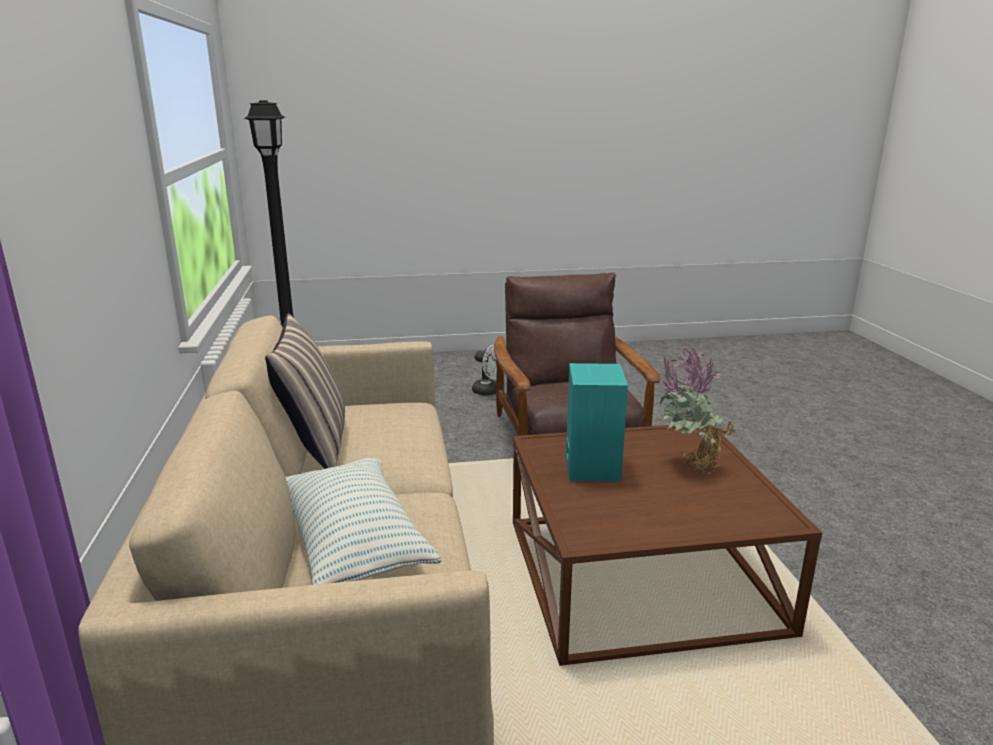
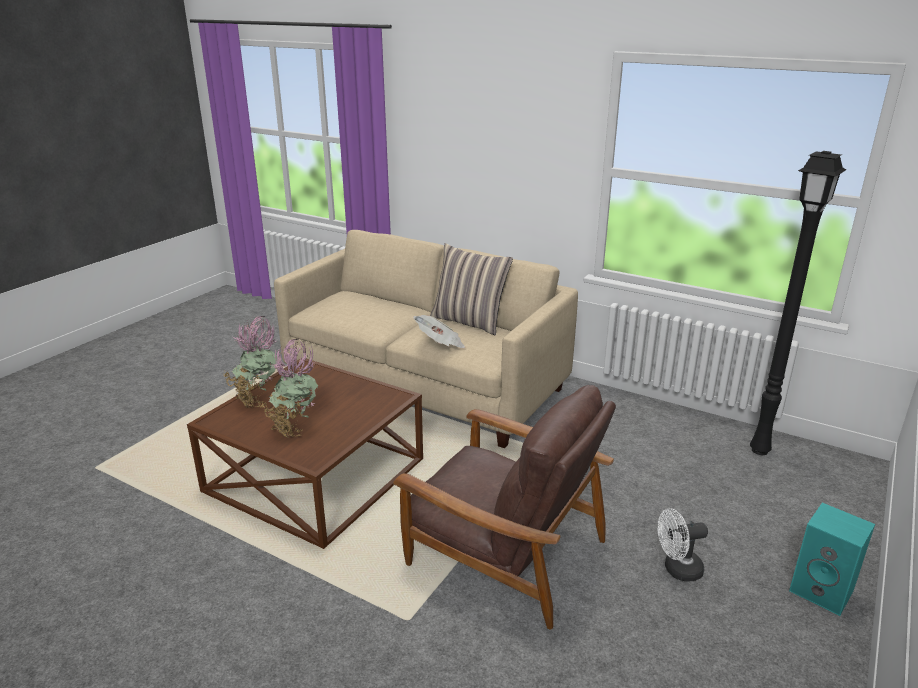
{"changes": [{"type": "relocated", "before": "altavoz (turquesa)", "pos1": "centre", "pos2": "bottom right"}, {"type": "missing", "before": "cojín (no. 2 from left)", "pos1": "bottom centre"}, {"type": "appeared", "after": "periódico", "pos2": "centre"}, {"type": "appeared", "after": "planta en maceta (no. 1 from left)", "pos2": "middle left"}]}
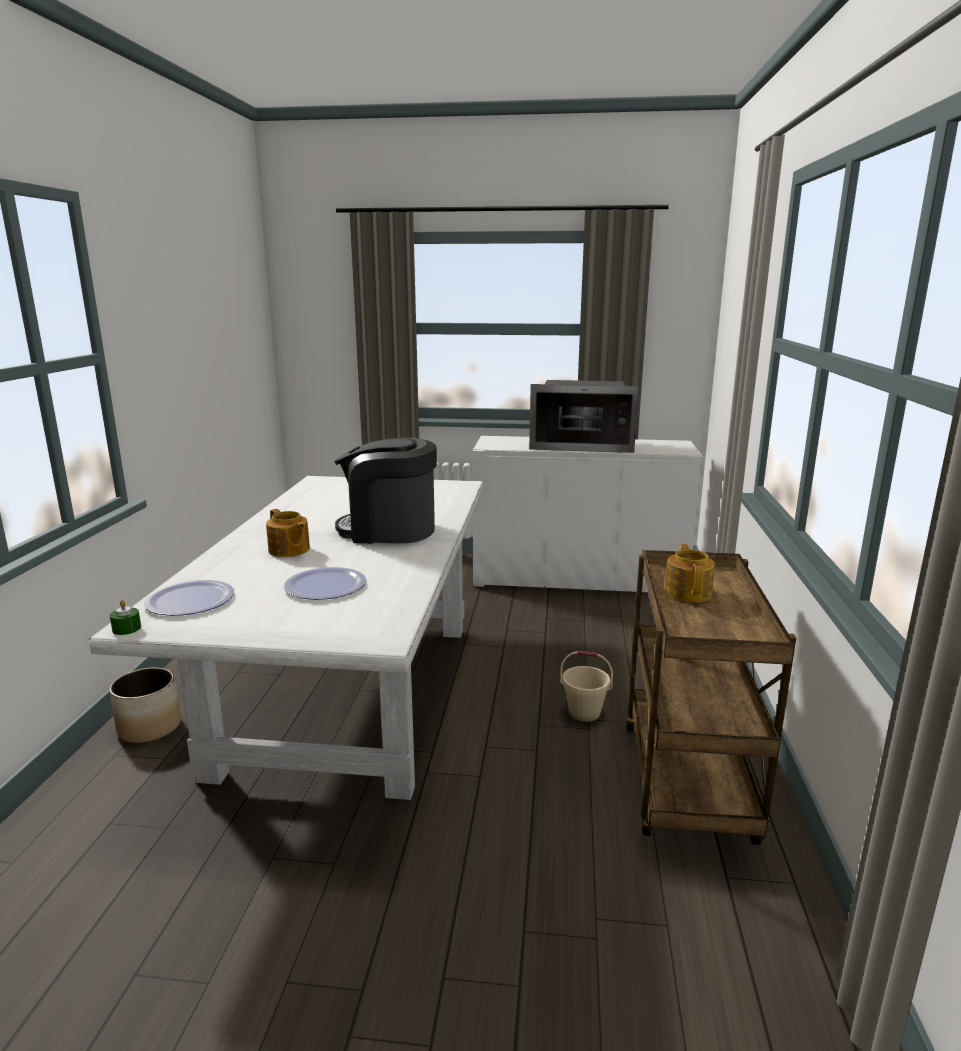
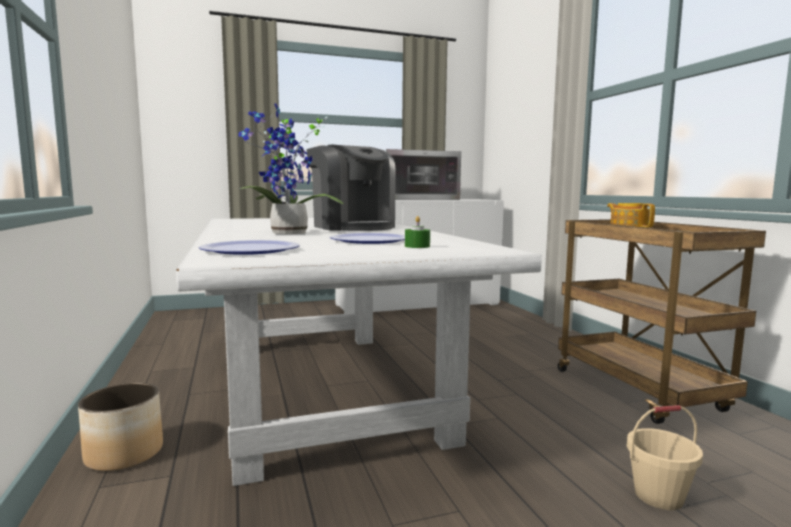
{"changes": [{"type": "spun", "before": "cafetera", "pos1": "centre", "pos2": "centre", "turn": -105}, {"type": "exchanged", "before": "tetera (no. 1 from left)", "after": "planta en maceta", "pos1": "middle left", "pos2": "top centre"}, {"type": "relocated", "before": "vela (verde)", "pos1": "middle left", "pos2": "centre"}, {"type": "relocated", "before": "cubo (beis)", "pos1": "centre", "pos2": "bottom right"}]}
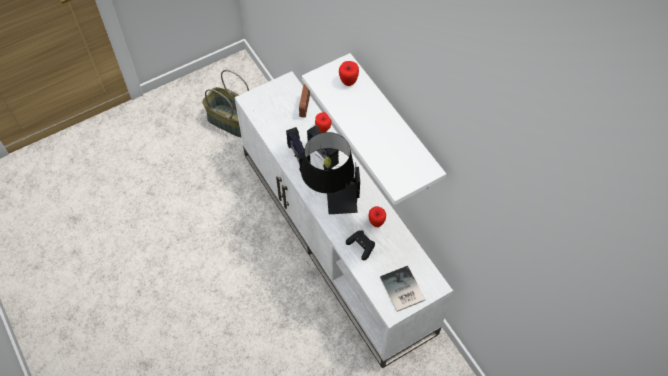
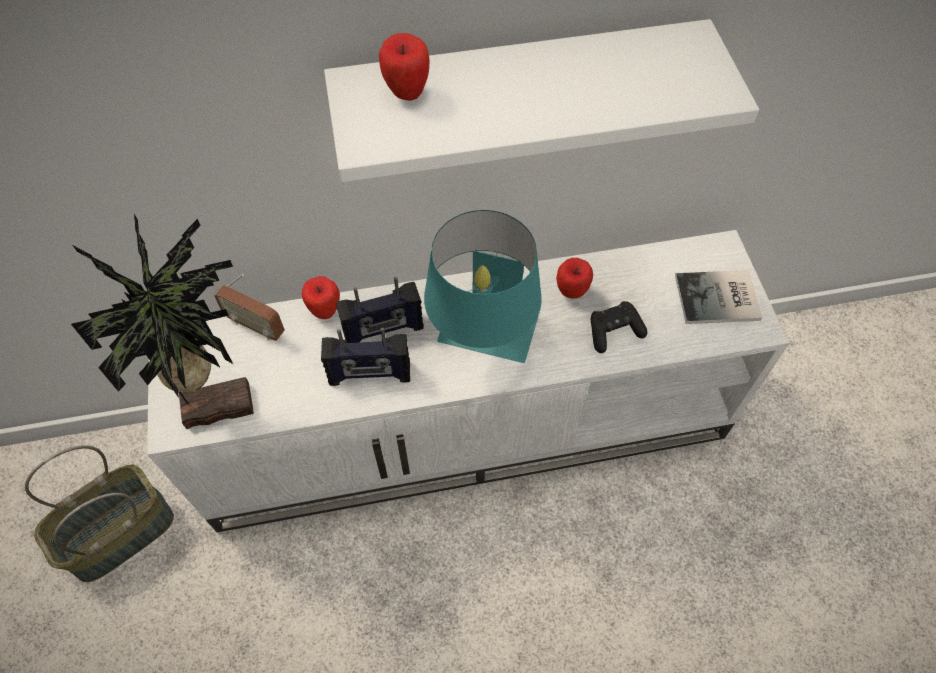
{"changes": [{"type": "colour", "before": "lámpara de mesa (negro)", "after": "lámpara de mesa (turquesa)", "pos1": "centre", "pos2": "centre"}, {"type": "appeared", "after": "planta en maceta", "pos2": "middle left"}]}
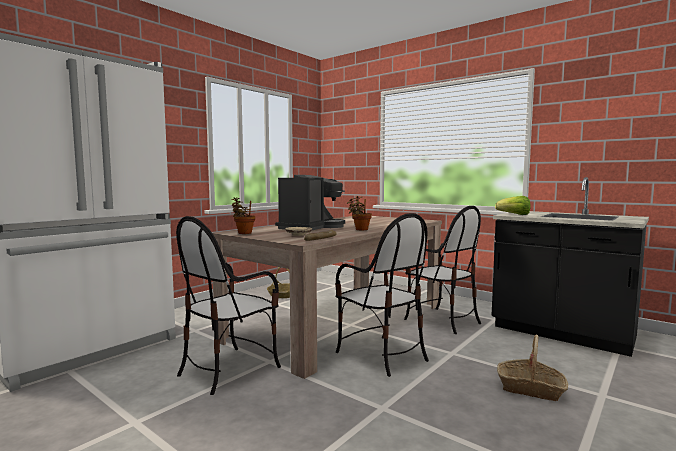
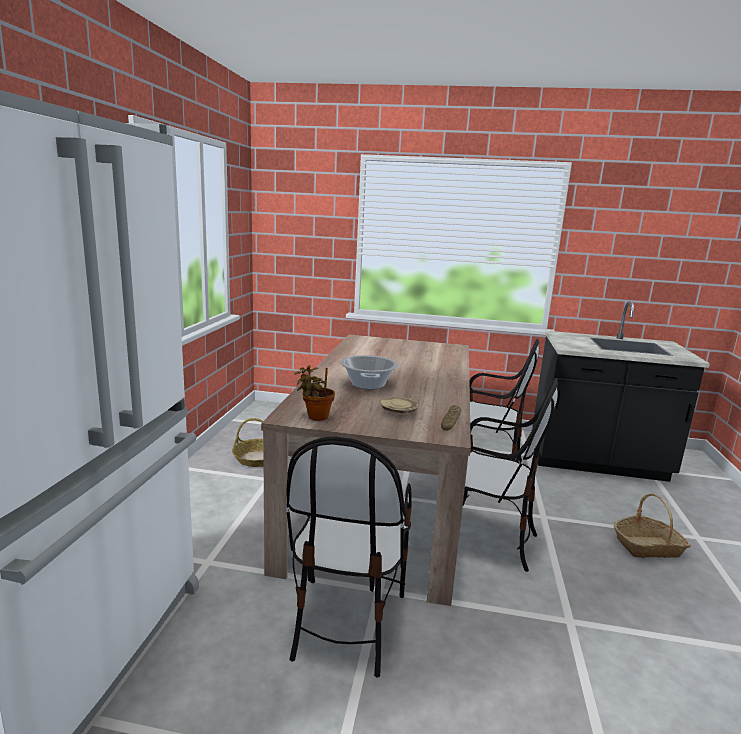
{"changes": [{"type": "exchanged", "before": "cafetera", "after": "olla", "pos1": "centre", "pos2": "centre"}, {"type": "missing", "before": "planta en maceta (no. 2 from left)", "pos1": "centre"}, {"type": "missing", "before": "lechuga", "pos1": "middle right"}]}
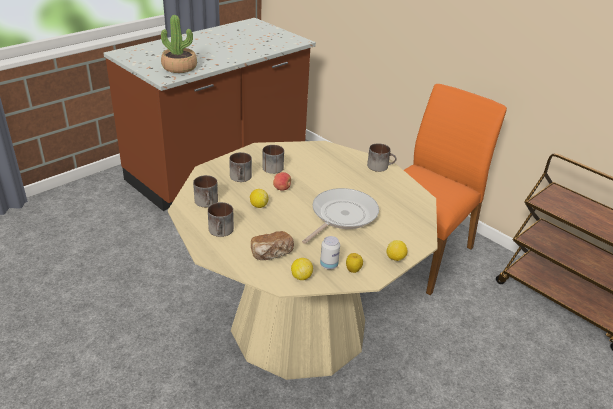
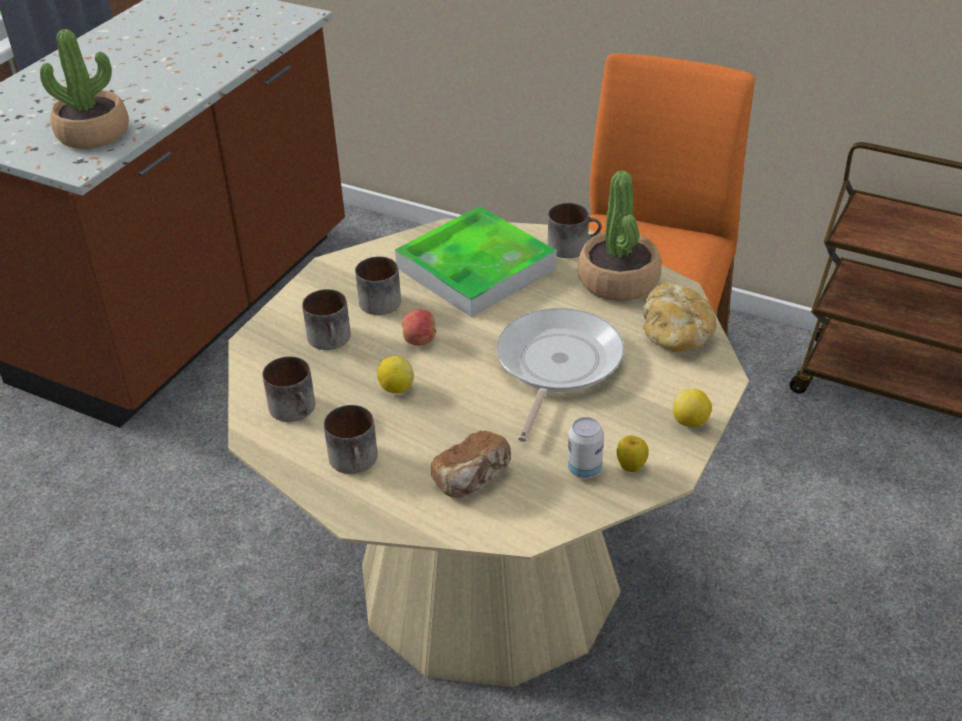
{"changes": [{"type": "missing", "before": "limón (no. 2 from left)", "pos1": "centre"}, {"type": "appeared", "after": "planta en maceta (no. 2 from left)", "pos2": "top centre"}, {"type": "appeared", "after": "bandeja", "pos2": "centre"}, {"type": "appeared", "after": "pan (no. 2 from left)", "pos2": "middle right"}]}
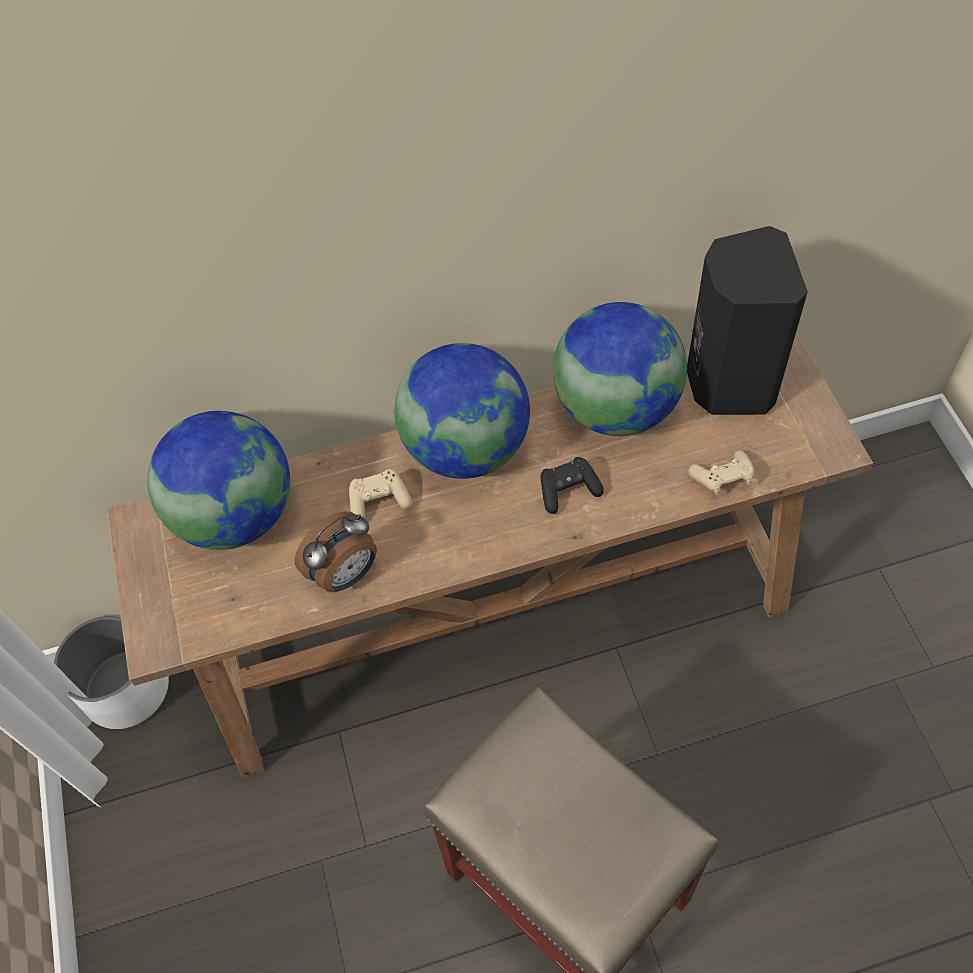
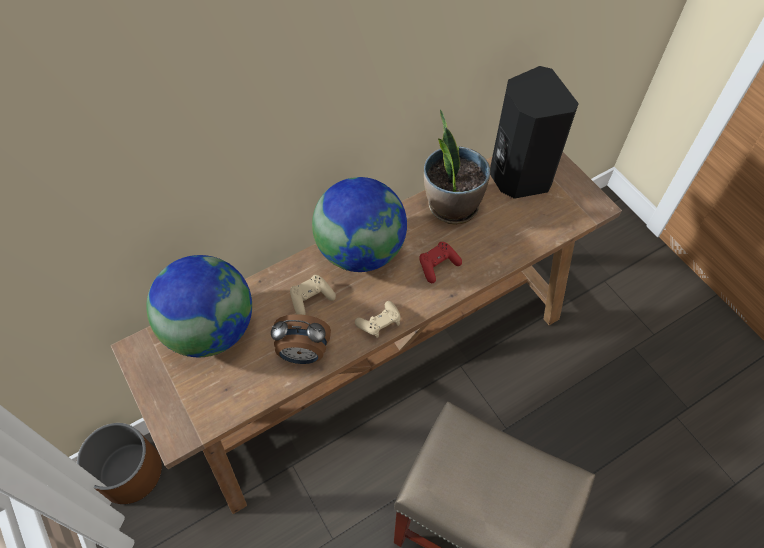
{"changes": [{"type": "exchanged", "before": "globo terráqueo (no. 3 from left)", "after": "planta en maceta", "pos1": "centre", "pos2": "top centre"}, {"type": "relocated", "before": "mando de consola (beis) (no. 2 from left)", "pos1": "middle right", "pos2": "centre"}, {"type": "colour", "before": "mando de consola (negro)", "after": "mando de consola (rojo)", "pos1": "centre", "pos2": "centre"}, {"type": "spun", "before": "despertador", "pos1": "centre", "pos2": "centre", "turn": 60}, {"type": "colour", "before": "maceta (blanco)", "after": "maceta (marrón)", "pos1": "bottom left", "pos2": "bottom left"}]}
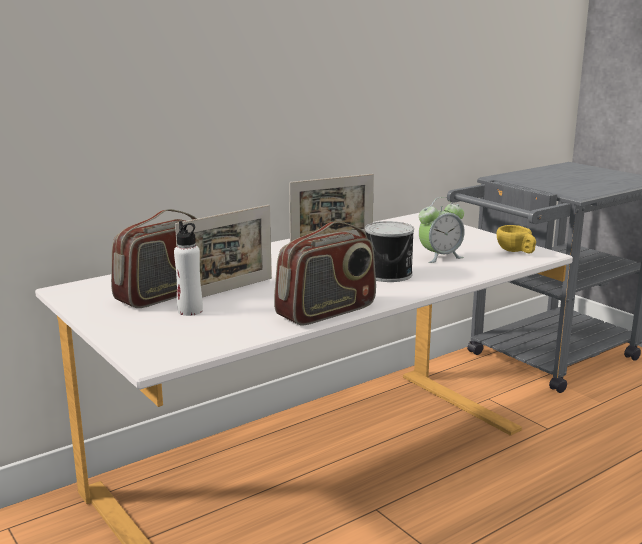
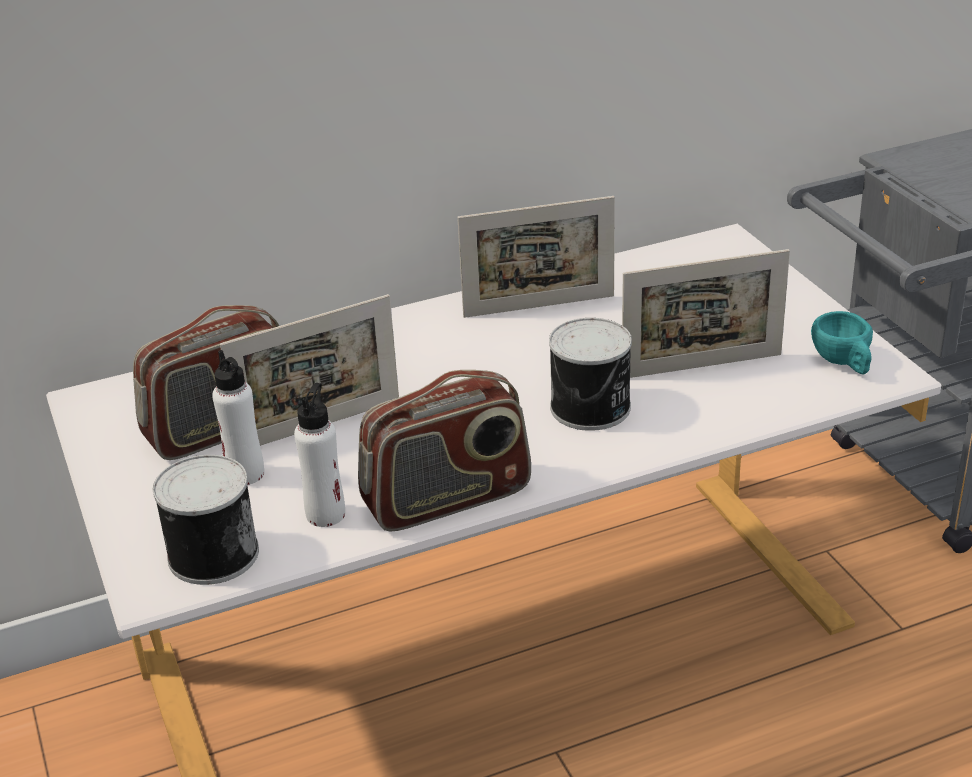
{"changes": [{"type": "exchanged", "before": "despertador", "after": "portarretratos (no. 3 from left)", "pos1": "middle right", "pos2": "middle right"}, {"type": "colour", "before": "taza (amarillo)", "after": "taza (turquesa)", "pos1": "middle right", "pos2": "middle right"}, {"type": "appeared", "after": "botella (blanco) (no. 2 from left)", "pos2": "middle left"}, {"type": "appeared", "after": "lata (no. 1 from left)", "pos2": "bottom left"}]}
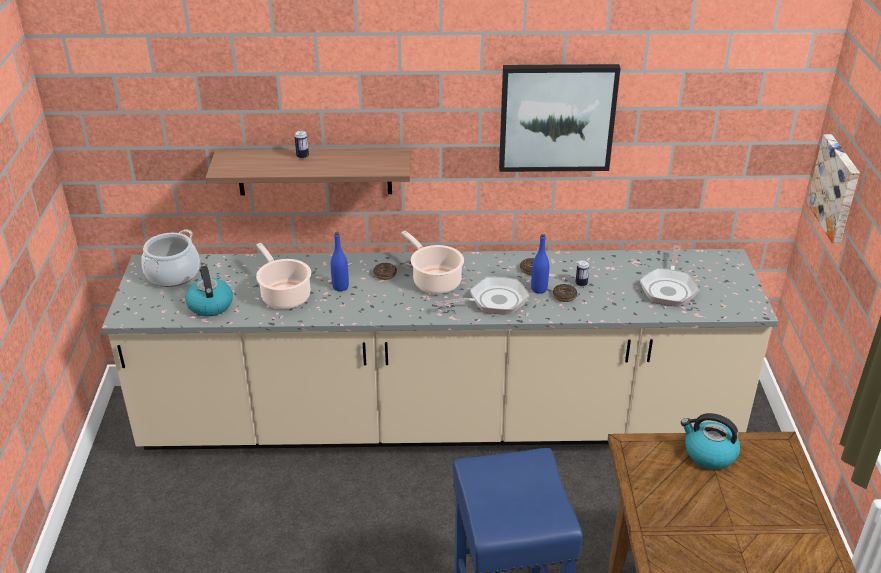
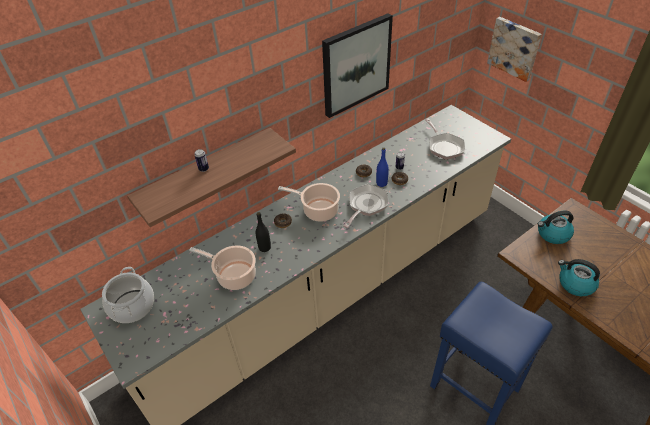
{"changes": [{"type": "colour", "before": "botella (azul) (no. 1 from left)", "after": "botella (negro)", "pos1": "centre", "pos2": "centre"}, {"type": "relocated", "before": "hervidor (no. 1 from left in the first image)", "after": "hervidor (no. 2 from left)", "pos1": "middle left", "pos2": "middle right"}]}
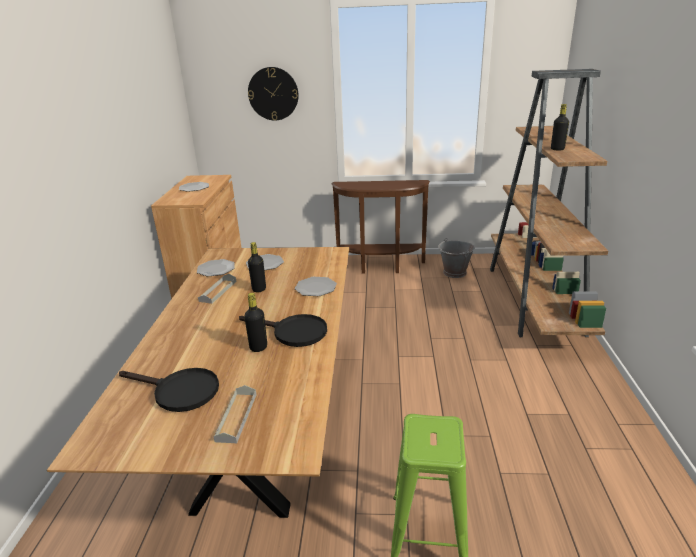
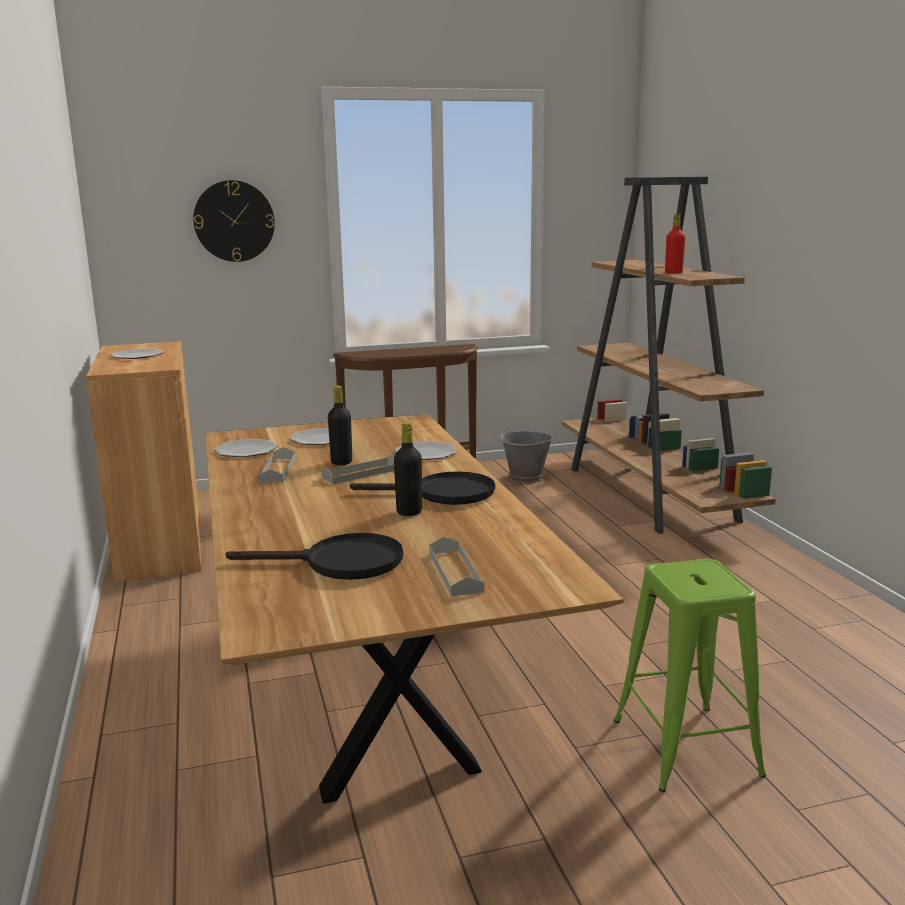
{"changes": [{"type": "colour", "before": "botella (negro) (no. 3 from left)", "after": "botella (rojo)", "pos1": "top right", "pos2": "top right"}, {"type": "appeared", "after": "bandeja (gris) (no. 2 from left)", "pos2": "centre"}]}
